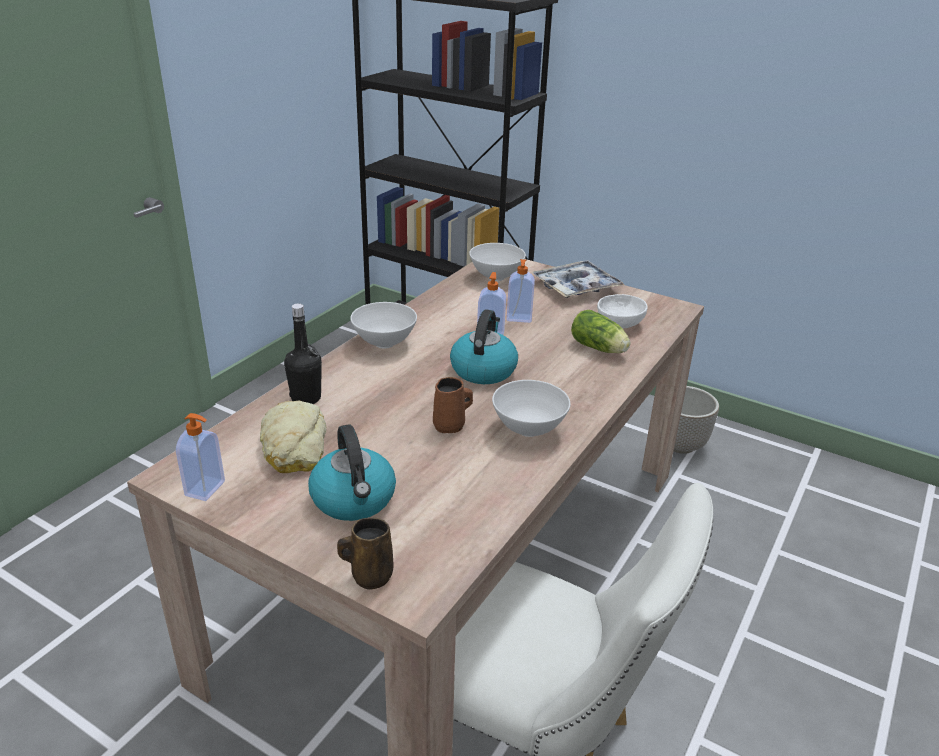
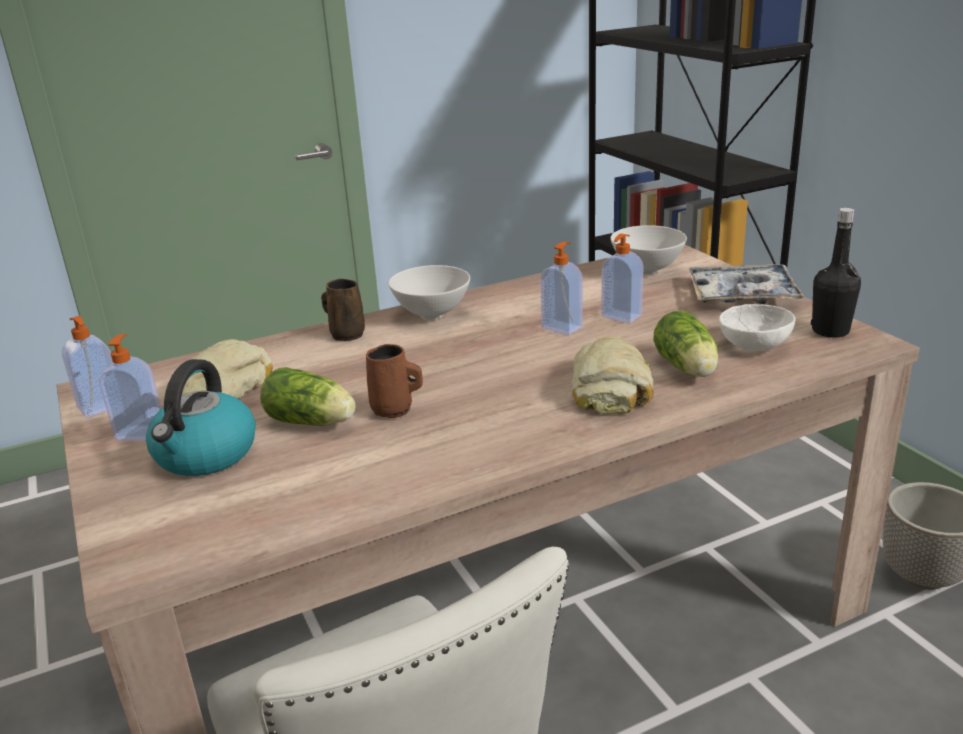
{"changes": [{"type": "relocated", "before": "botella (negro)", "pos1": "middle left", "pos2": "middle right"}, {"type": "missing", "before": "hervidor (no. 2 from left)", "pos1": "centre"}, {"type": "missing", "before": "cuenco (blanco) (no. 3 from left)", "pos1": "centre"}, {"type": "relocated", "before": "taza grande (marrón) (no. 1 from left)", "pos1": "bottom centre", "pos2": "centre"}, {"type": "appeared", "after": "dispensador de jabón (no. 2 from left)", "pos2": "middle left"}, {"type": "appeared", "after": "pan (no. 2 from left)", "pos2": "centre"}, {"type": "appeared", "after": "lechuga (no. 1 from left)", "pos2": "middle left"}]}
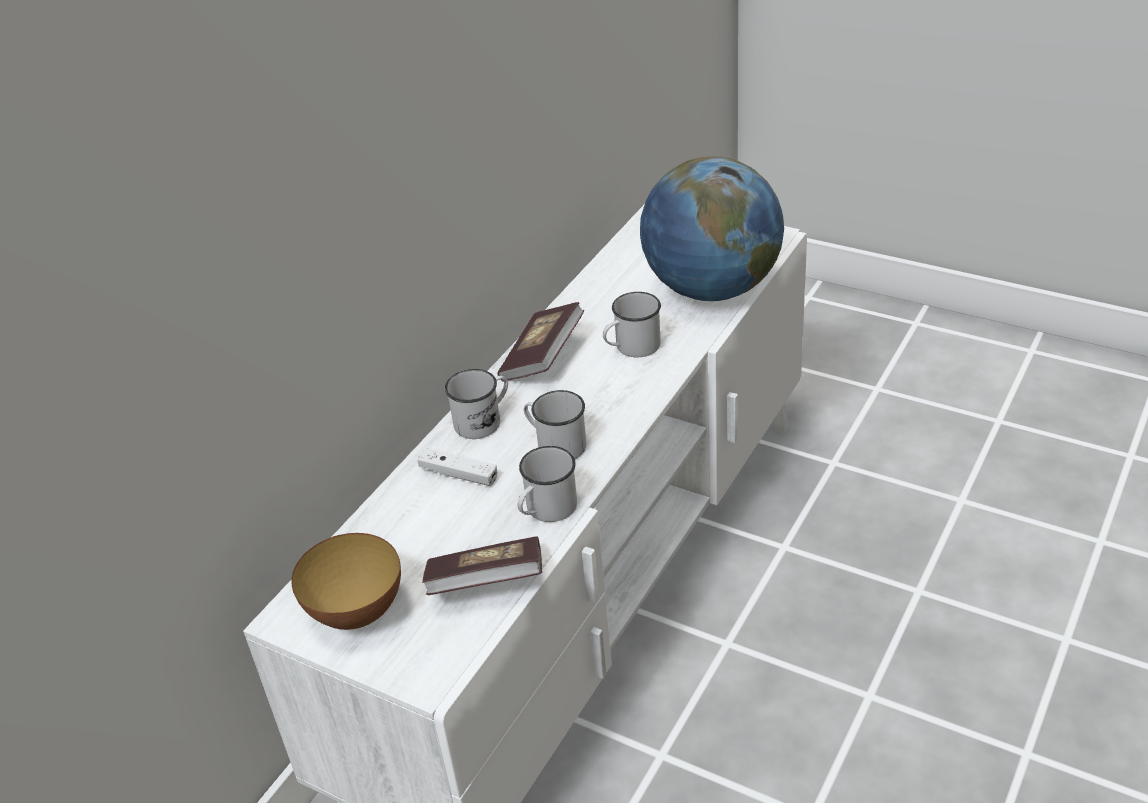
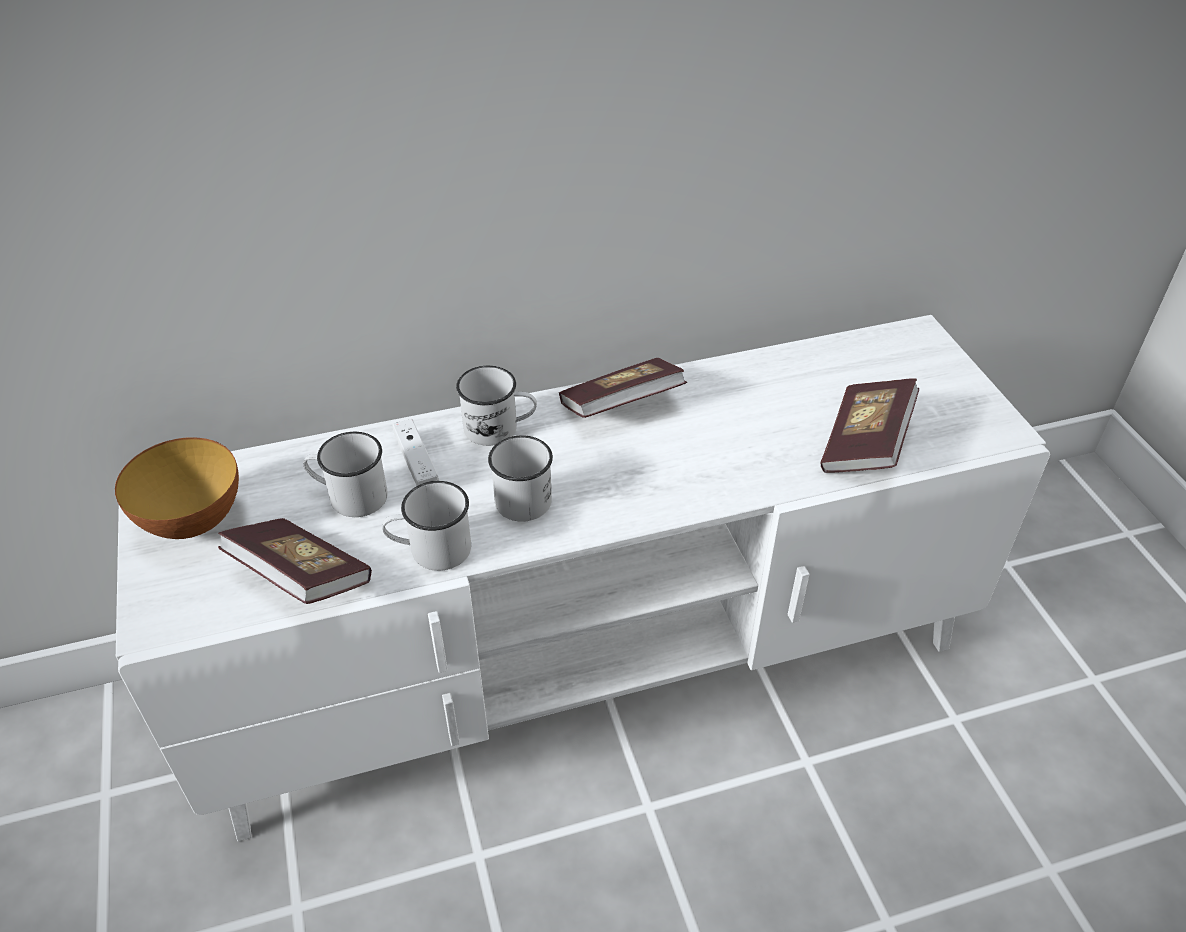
{"changes": [{"type": "exchanged", "before": "globo terráqueo", "after": "libro (no. 3 from left)", "pos1": "top centre", "pos2": "middle right"}, {"type": "relocated", "before": "taza grande (blanco) (no. 4 from left in the first image)", "after": "taza grande (blanco) (no. 1 from left)", "pos1": "centre", "pos2": "middle left"}]}
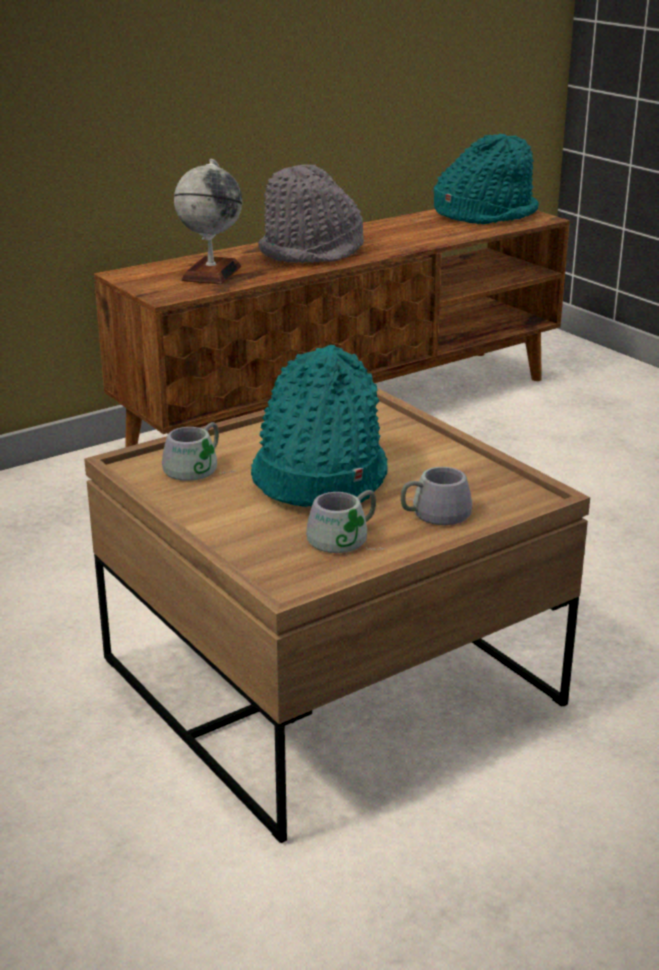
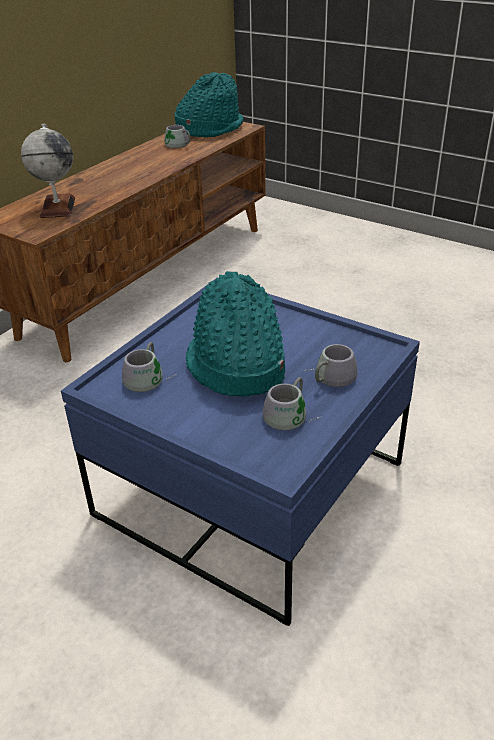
{"changes": [{"type": "missing", "before": "sombrero (gris)", "pos1": "top centre"}, {"type": "colour", "before": "mesa de centro (marrón)", "after": "mesa de centro (azul)", "pos1": "centre", "pos2": "centre"}, {"type": "appeared", "after": "taza grande (gris) (no. 2 from left)", "pos2": "top centre"}]}
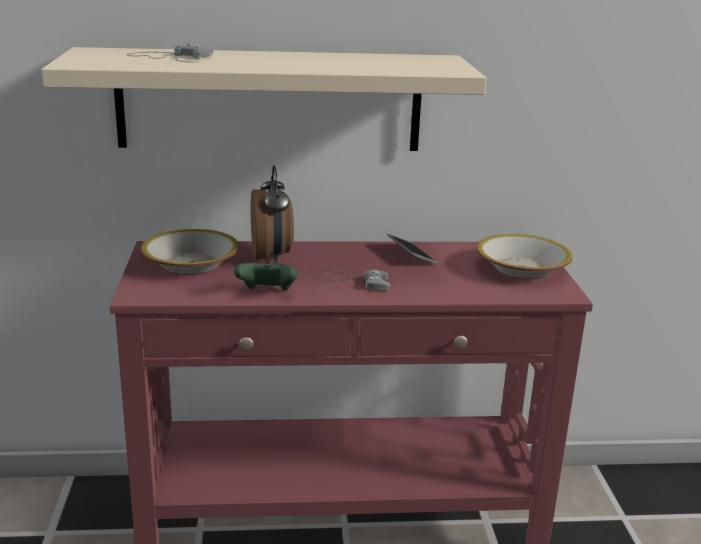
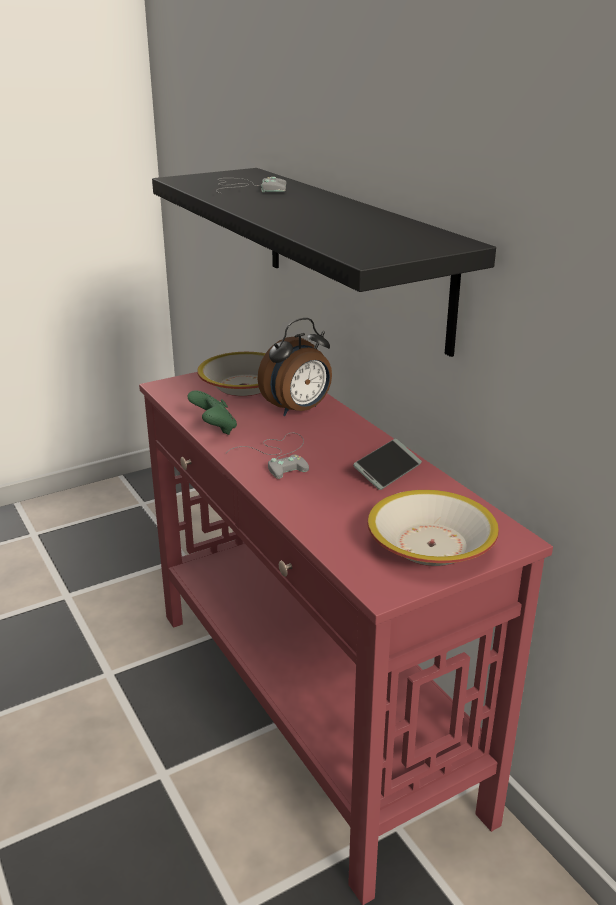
{"changes": [{"type": "colour", "before": "estante (beis)", "after": "estante (negro)", "pos1": "top centre", "pos2": "top centre"}]}
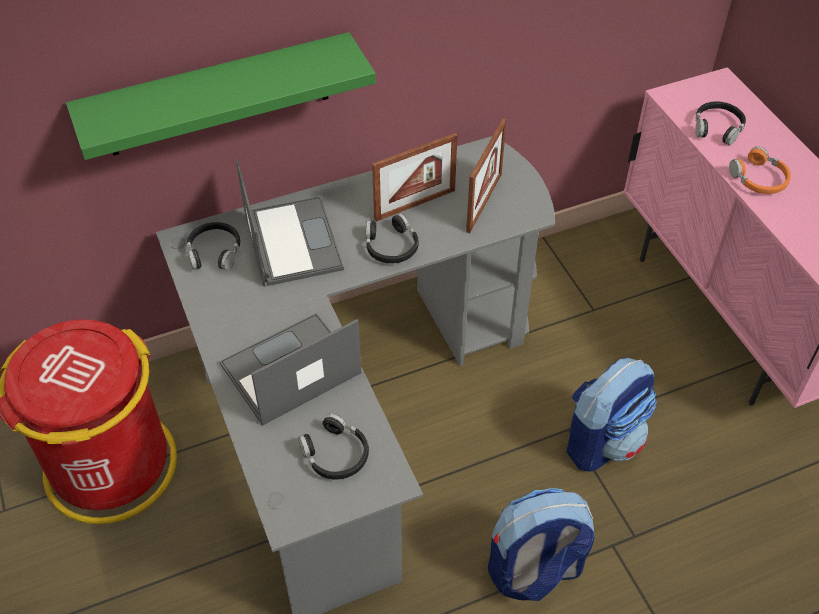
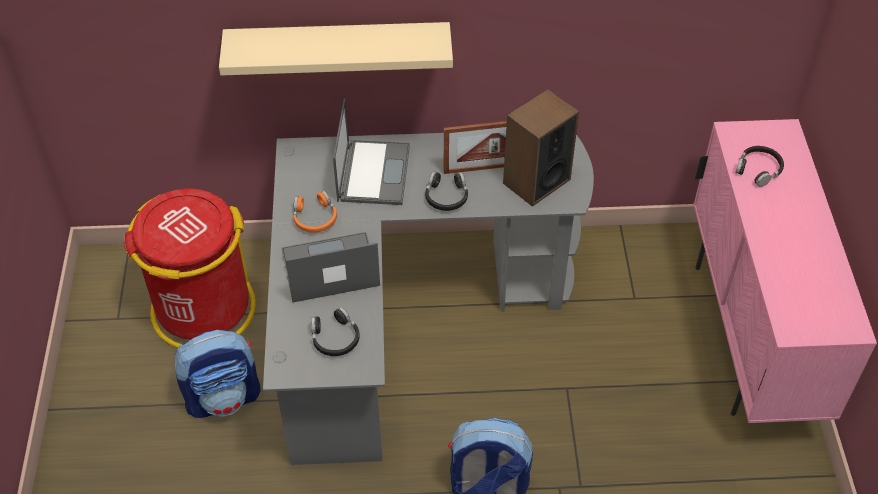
{"changes": [{"type": "colour", "before": "estante (verde)", "after": "estante (beis)", "pos1": "top left", "pos2": "top centre"}, {"type": "exchanged", "before": "portarretratos (no. 2 from left)", "after": "altavoz", "pos1": "top centre", "pos2": "top centre"}, {"type": "relocated", "before": "auriculares (naranja)", "pos1": "top right", "pos2": "centre"}, {"type": "missing", "before": "auriculares (negro) (no. 1 from left)", "pos1": "middle left"}, {"type": "relocated", "before": "mochila (no. 2 from left in the first image)", "after": "mochila (no. 1 from left)", "pos1": "bottom right", "pos2": "bottom left"}]}
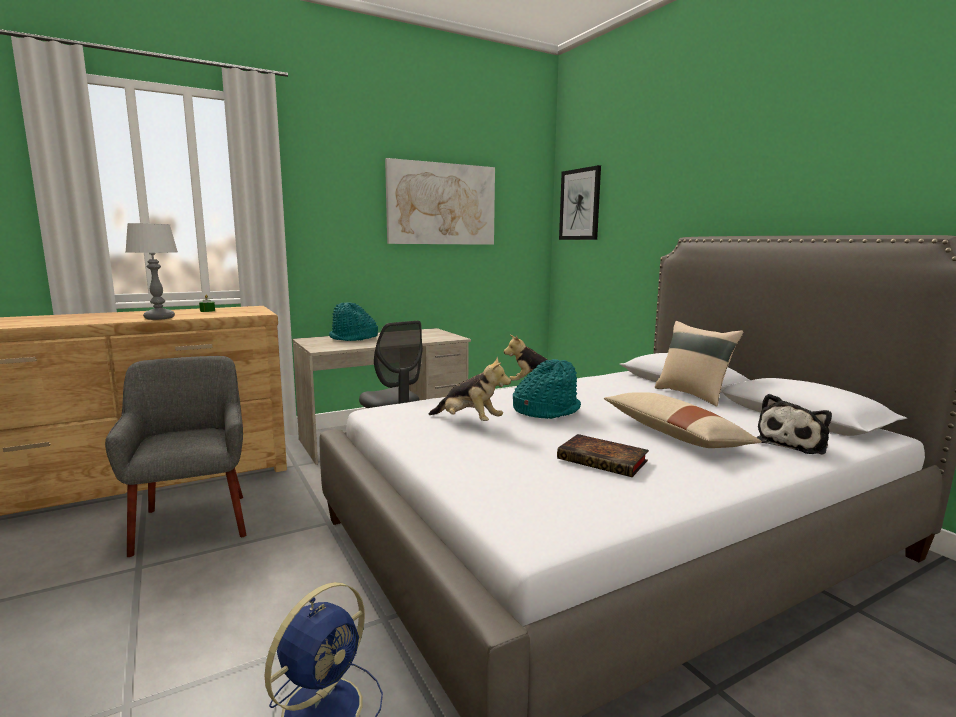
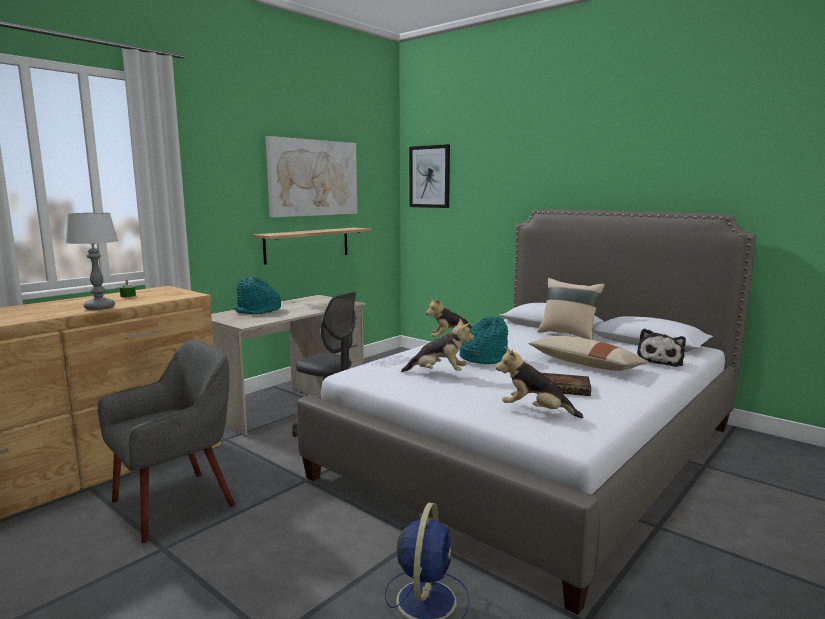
{"changes": [{"type": "spun", "before": "sillón (gris)", "pos1": "middle left", "pos2": "bottom left", "turn": 90}, {"type": "appeared", "after": "estante", "pos2": "centre"}, {"type": "appeared", "after": "peluche (no. 3 from left)", "pos2": "centre"}]}
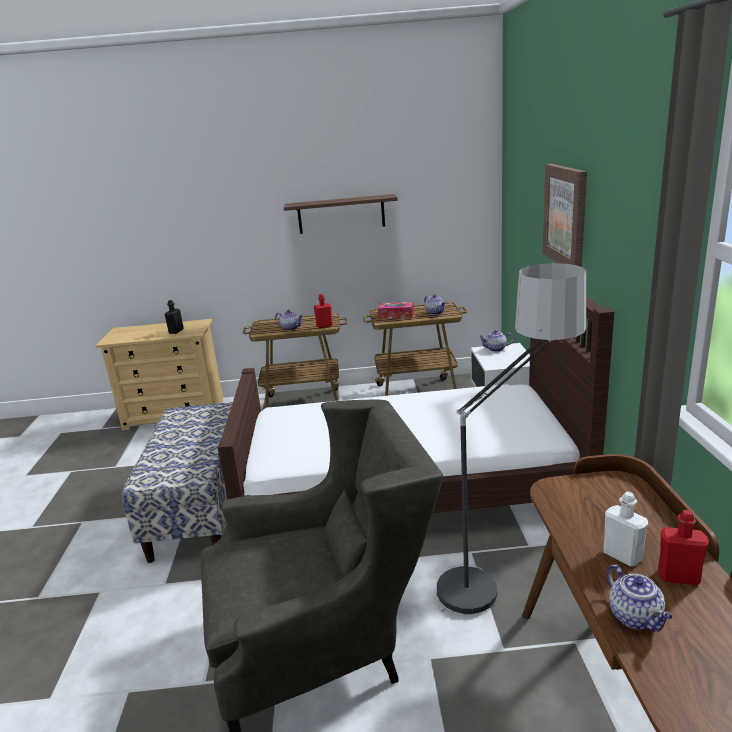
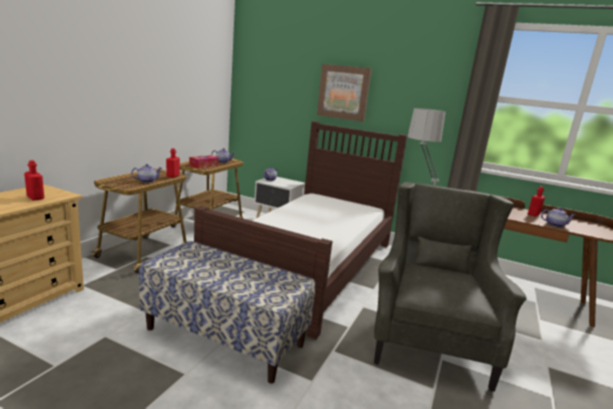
{"changes": [{"type": "missing", "before": "estante", "pos1": "top centre"}, {"type": "colour", "before": "botella (negro)", "after": "botella (rojo) (no. 1 from left)", "pos1": "middle left", "pos2": "middle left"}, {"type": "missing", "before": "botella (blanco)", "pos1": "bottom right"}]}
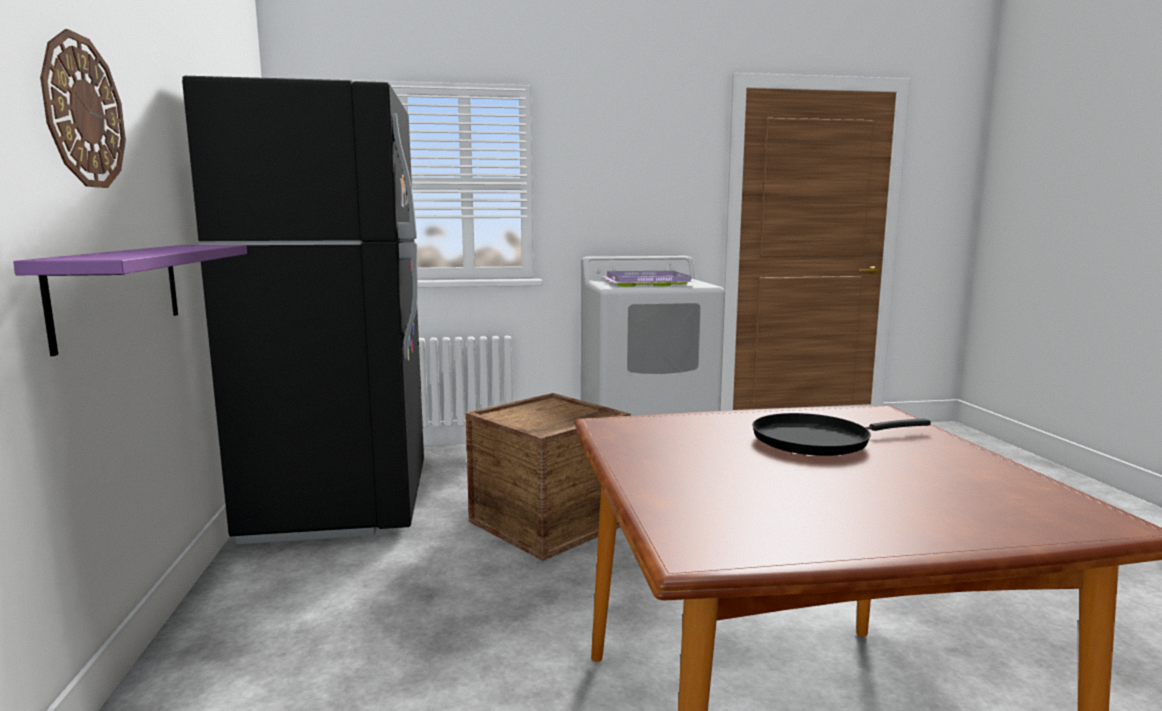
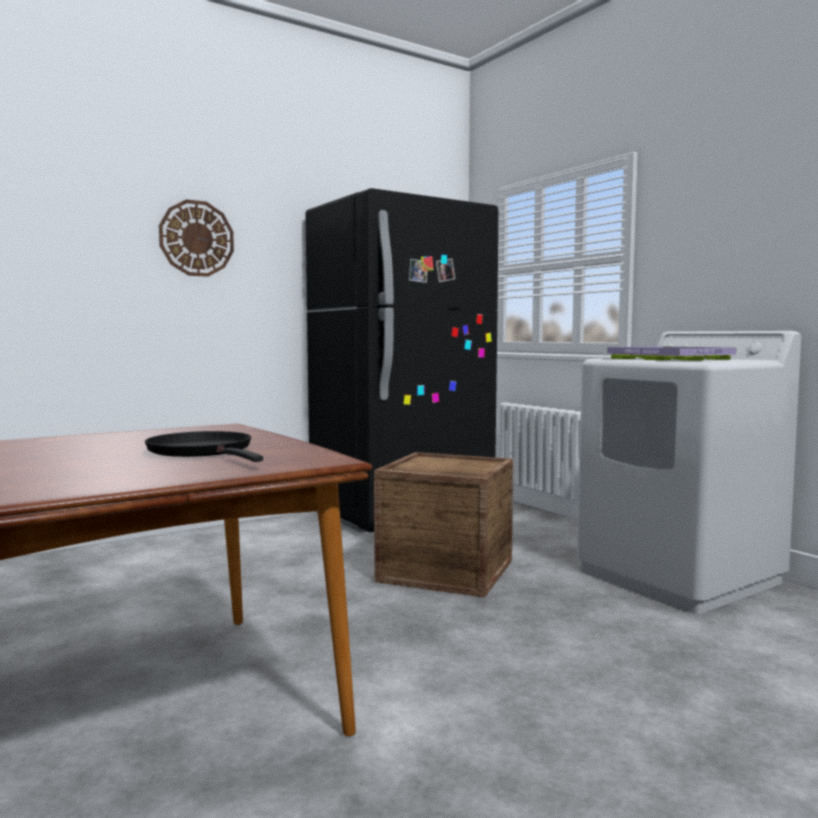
{"changes": [{"type": "missing", "before": "estante (morado)", "pos1": "middle left"}]}
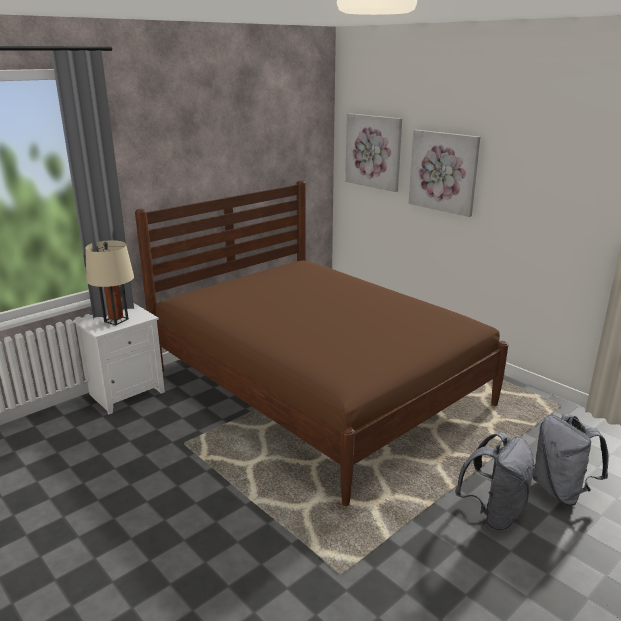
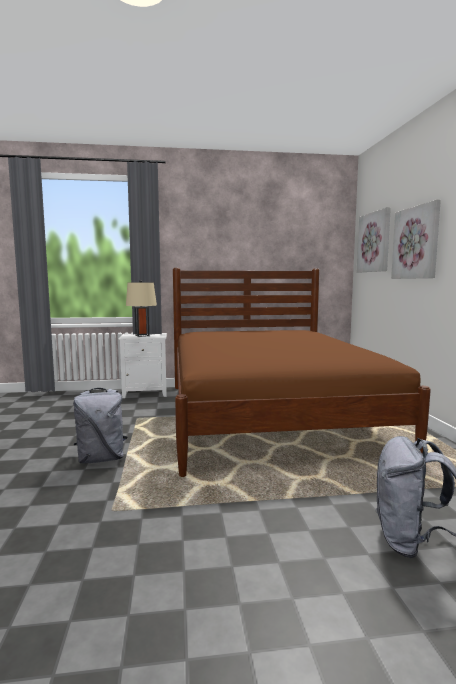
{"changes": [{"type": "relocated", "before": "mochila (gris) (no. 1 from left)", "pos1": "bottom right", "pos2": "middle left"}]}
